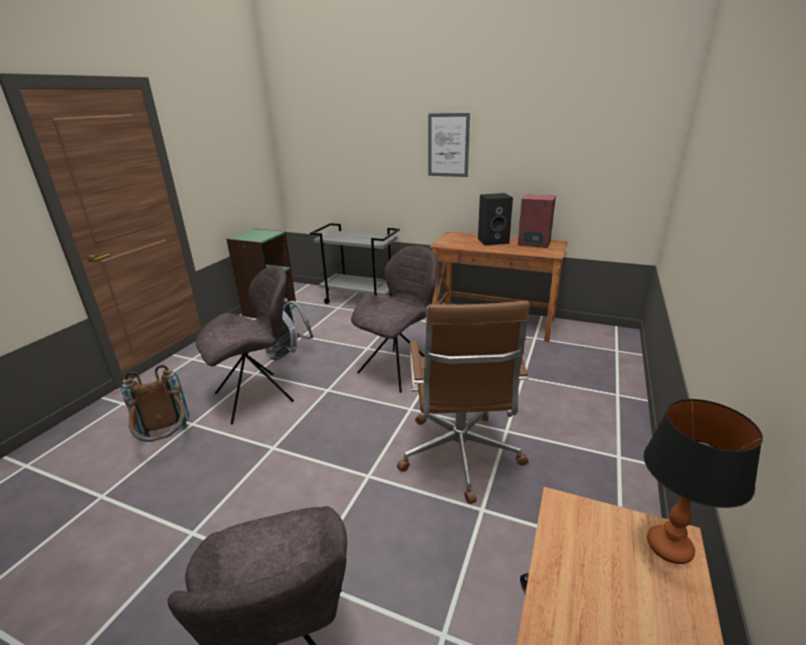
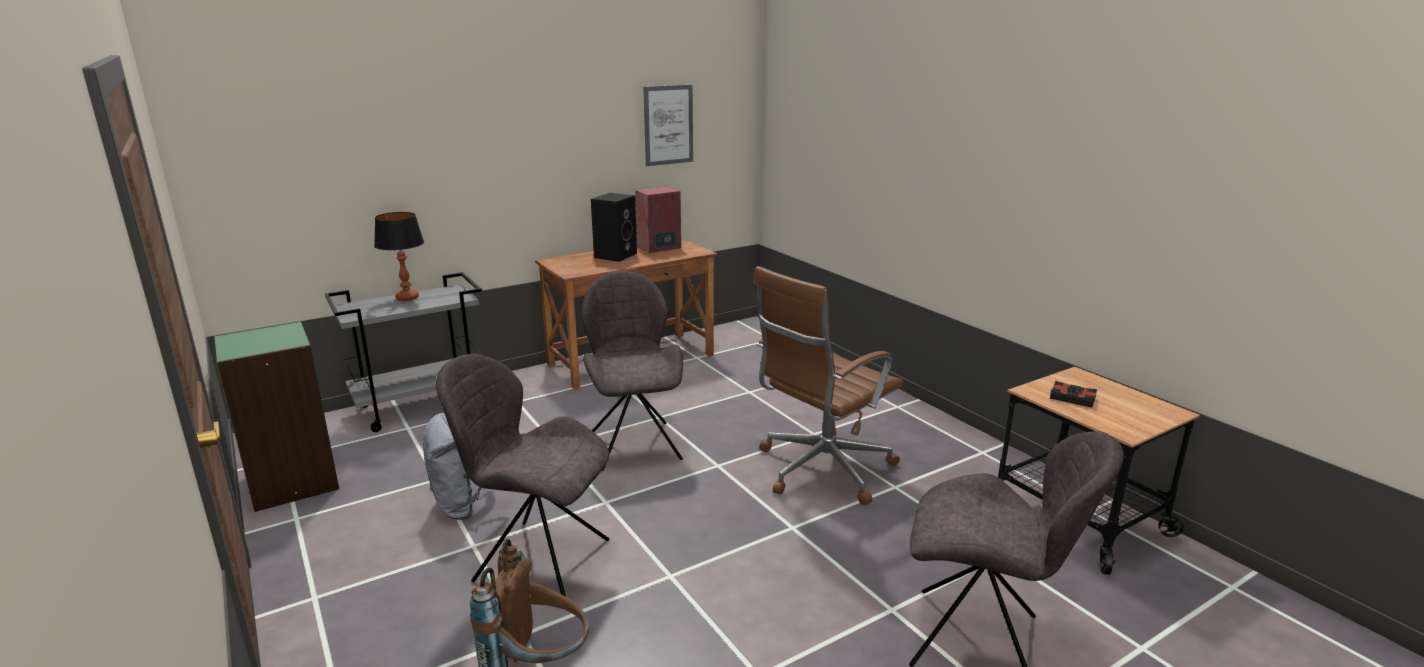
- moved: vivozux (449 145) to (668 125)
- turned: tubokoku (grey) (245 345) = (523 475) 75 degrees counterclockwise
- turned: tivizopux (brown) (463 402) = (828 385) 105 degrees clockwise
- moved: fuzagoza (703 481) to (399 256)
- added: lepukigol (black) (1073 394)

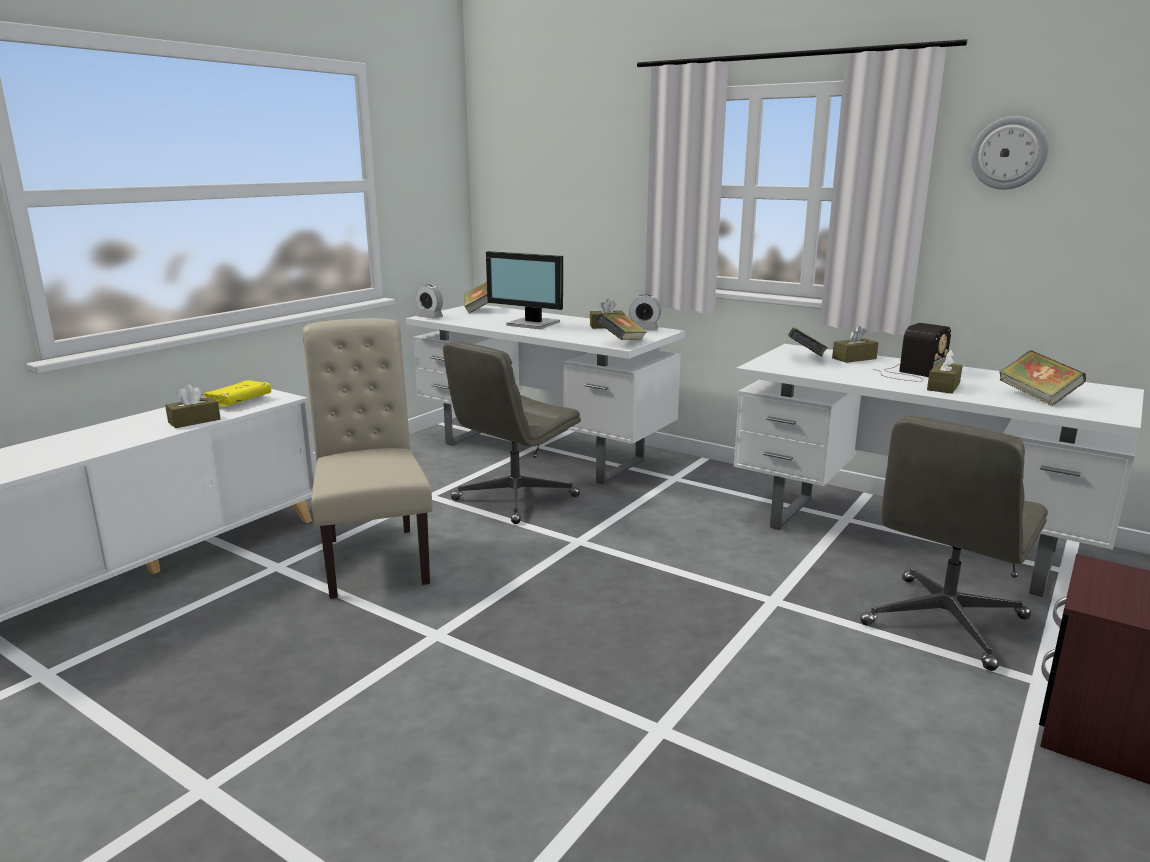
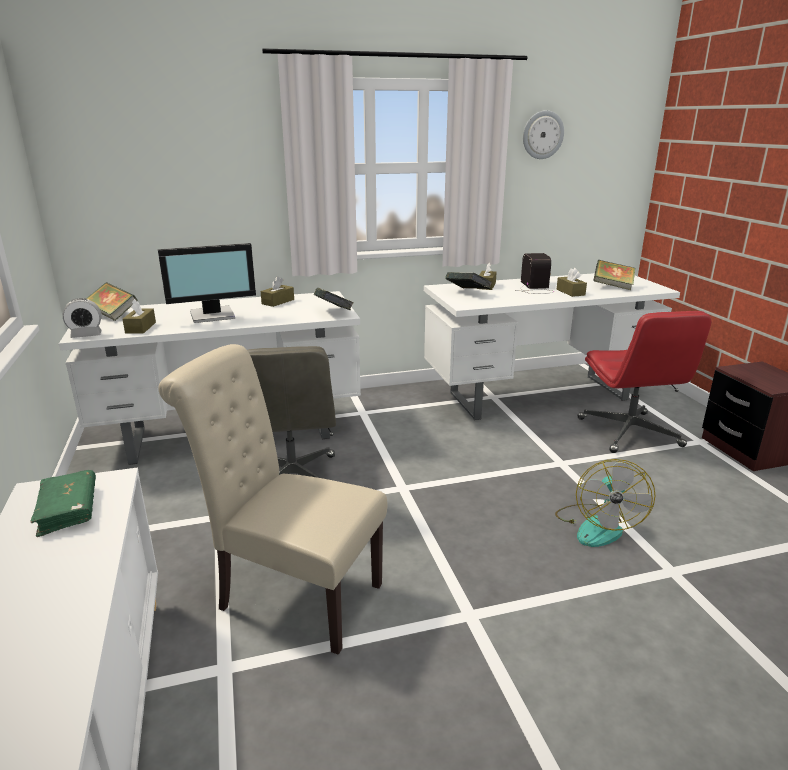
- removed: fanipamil (645 312)
- recoloured: lepukigol (yellow) (236 393) to lepukigol (green) (63 503)
- moved: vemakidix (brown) (193 406) to (139 316)
- recoloured: tivizopux (grey) (954 543) to tivizopux (red) (644 382)
- added: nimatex (605 503)

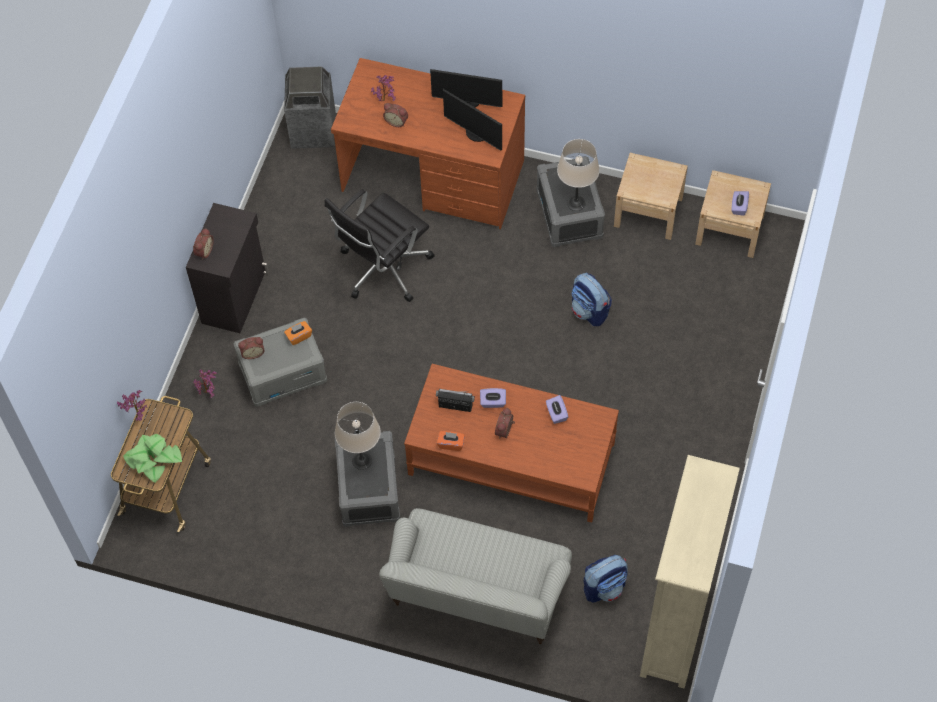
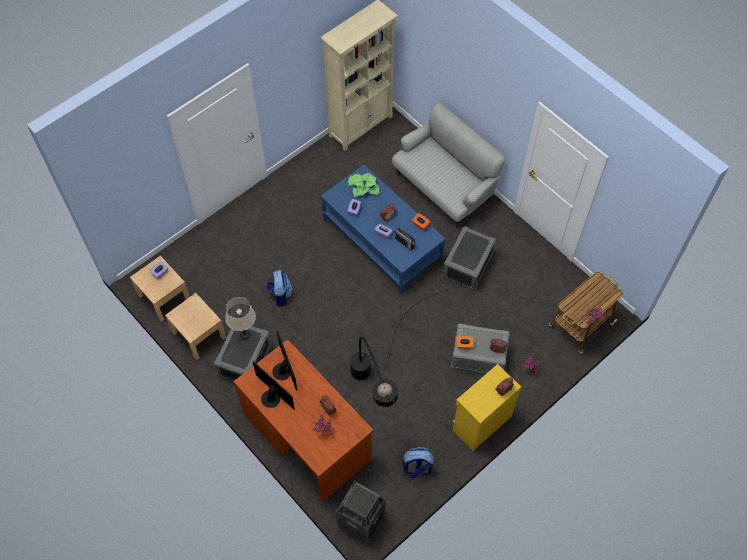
- replaced: tivizopux (black) (380 245) to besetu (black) (399 348)
- recoloured: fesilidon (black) (227 268) to fesilidon (yellow) (486 407)
- recoloured: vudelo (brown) (511 443) to vudelo (blue) (383 230)
- removed: fuzagoza (beige) (358 436)
- moved: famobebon (152 458) to (363 185)
- moved: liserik (606 578) to (418 462)

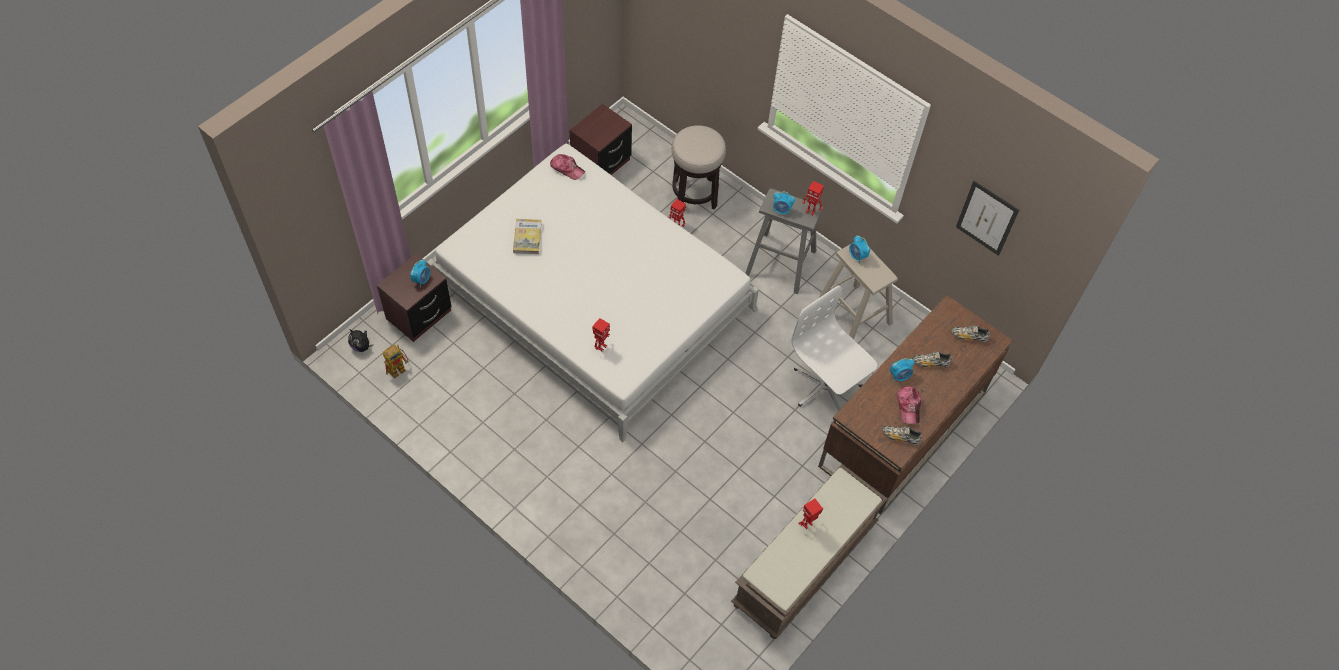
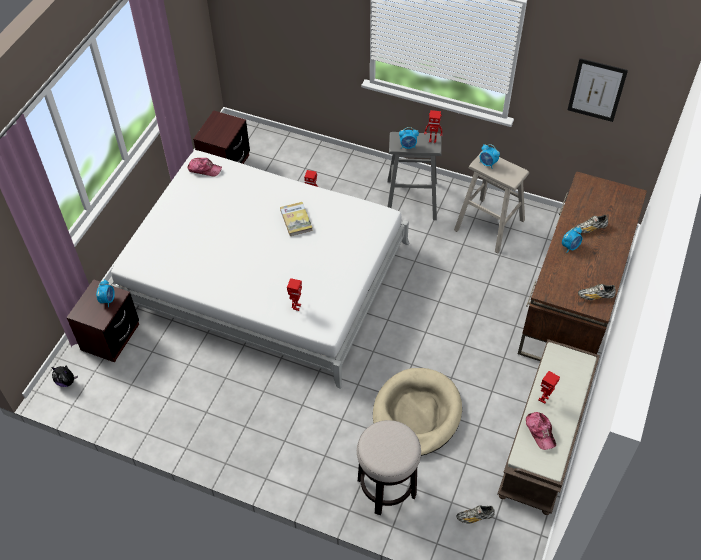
- moved: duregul (698 167) to (389 467)
- moved: lepukigol (527 236) to (296 219)
- removed: tivizopux (white) (834 348)
- moved: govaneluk (970 333) to (476 514)
- removed: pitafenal (396 362)
- moved: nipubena (909 405) to (541 431)
- added: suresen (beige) (417 412)

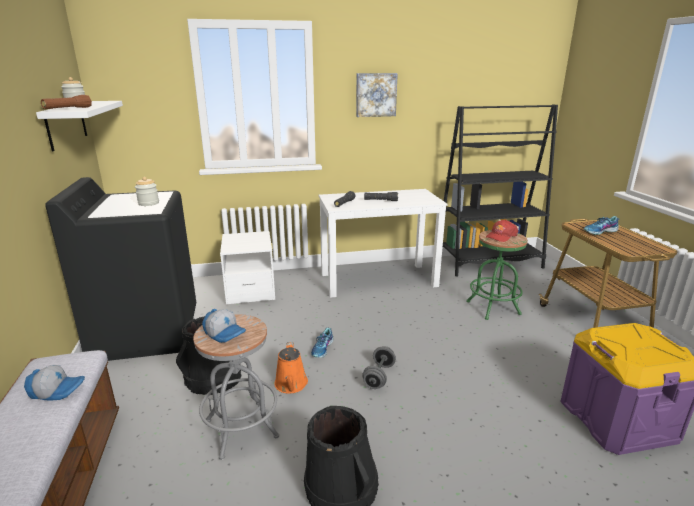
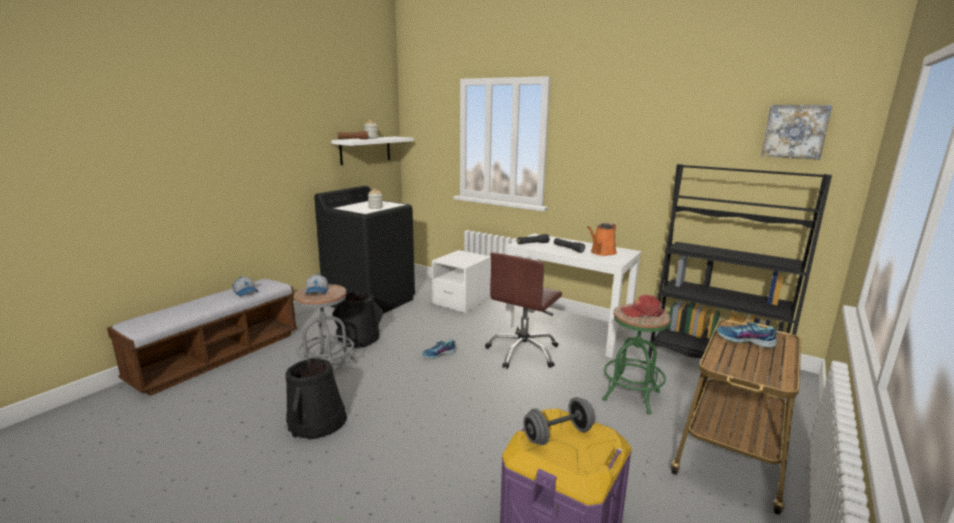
- moved: vivozux (377 95) to (796 132)
- moved: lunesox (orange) (291 367) to (602 239)
- moved: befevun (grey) (379 367) to (559 421)
- added: tivizopux (brown) (523 310)

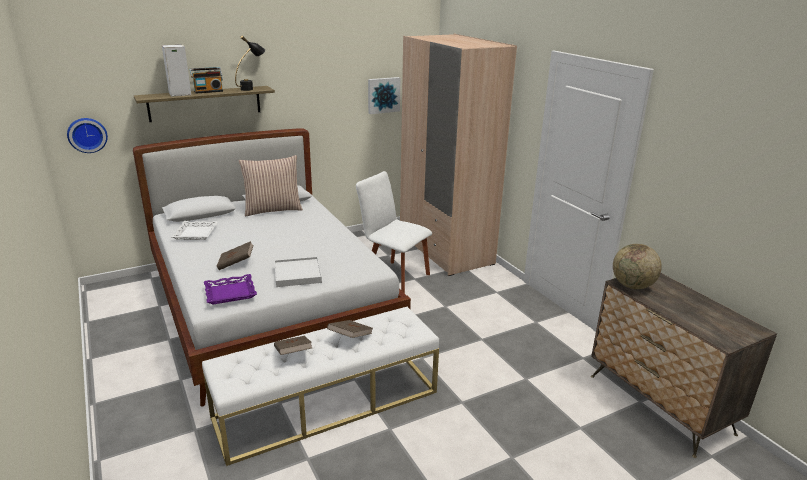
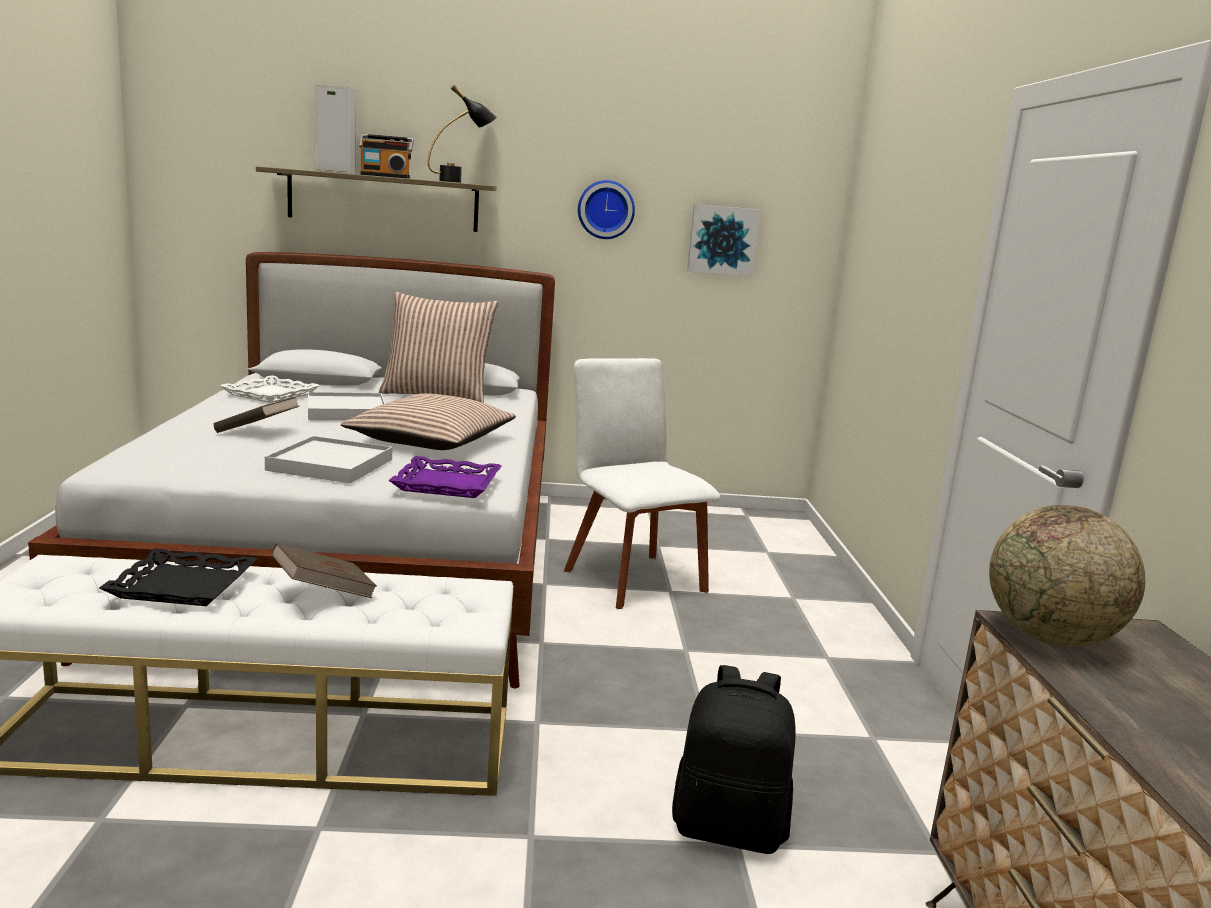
- removed: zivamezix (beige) (458 155)
- moved: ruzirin (87 135) to (606 209)
- moved: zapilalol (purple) (230 289) to (445 477)
- replaced: lepukigol (brown) (293 345) to zapilalol (black) (178 577)
- added: zapilalol (white) (346 406)
- added: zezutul (428 421)
- added: liserik (black) (734 759)

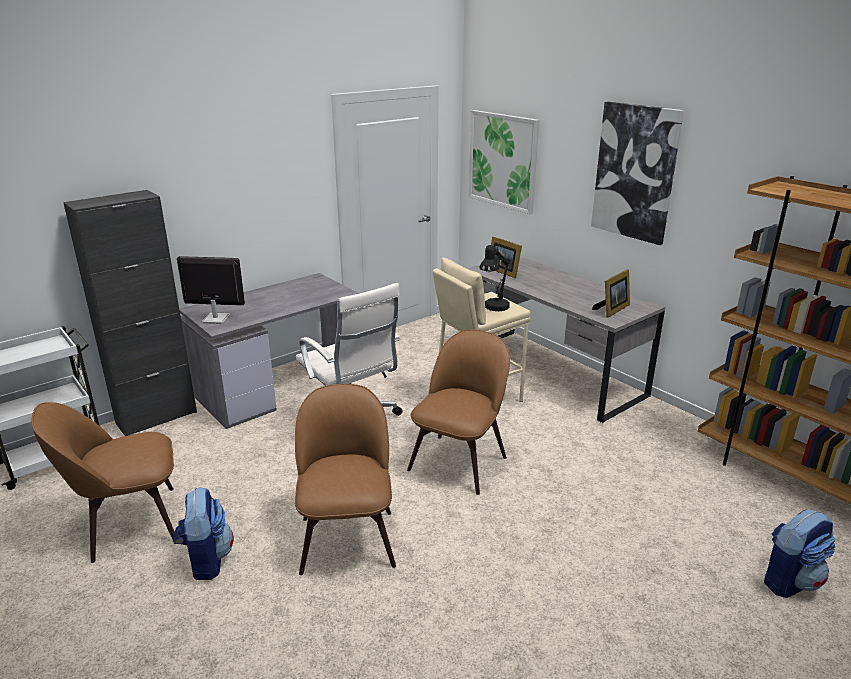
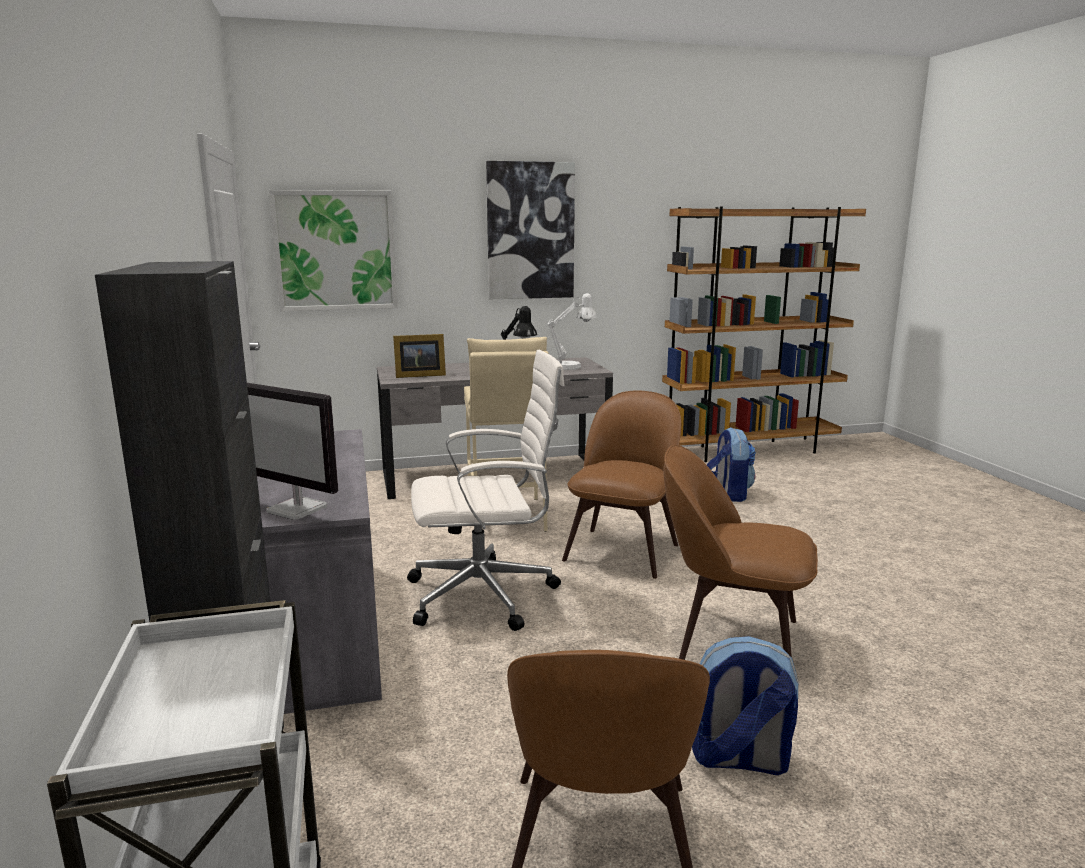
- turned: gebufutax (211 290) = (292 451) 90 degrees counterclockwise
- replaced: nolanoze (611 293) to fuzagoza (white) (572 331)
- turned: tubokoku (brown) (458 412) = (621 485) 60 degrees clockwise
- moved: liserik (799 553) to (731 464)

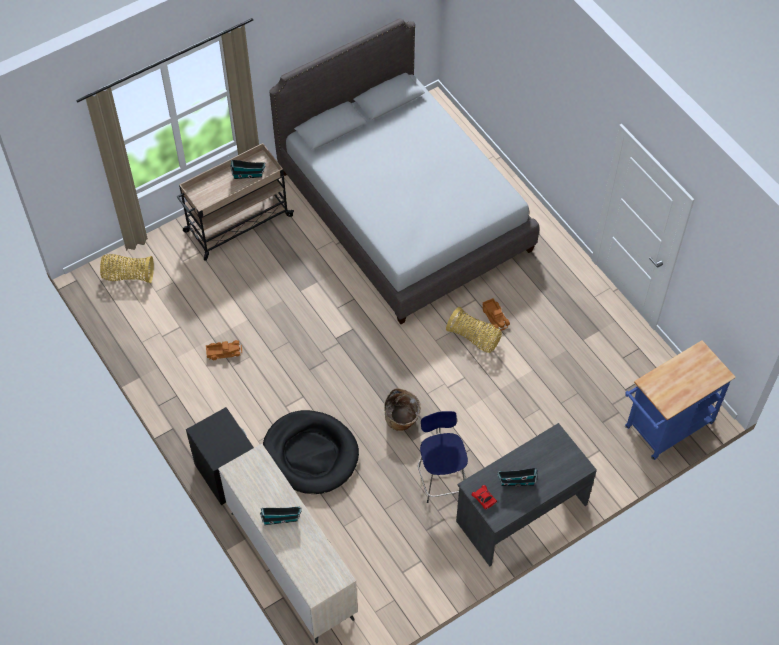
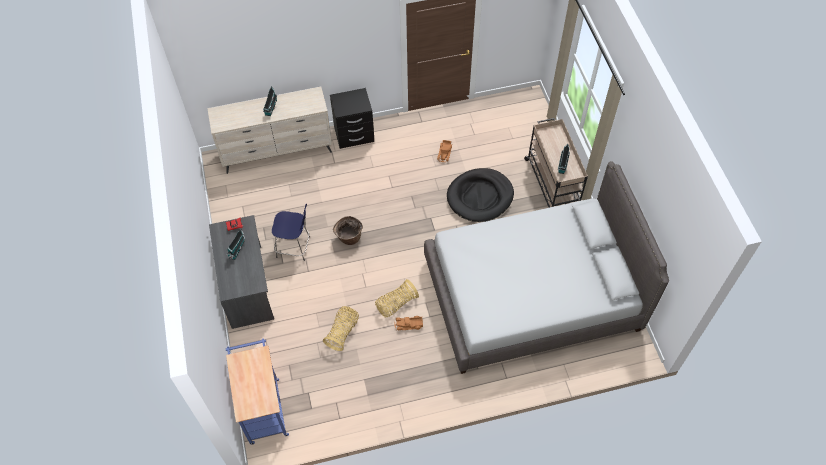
- moved: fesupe (127 268) to (341 328)
- moved: suresen (black) (311 452) to (480 195)

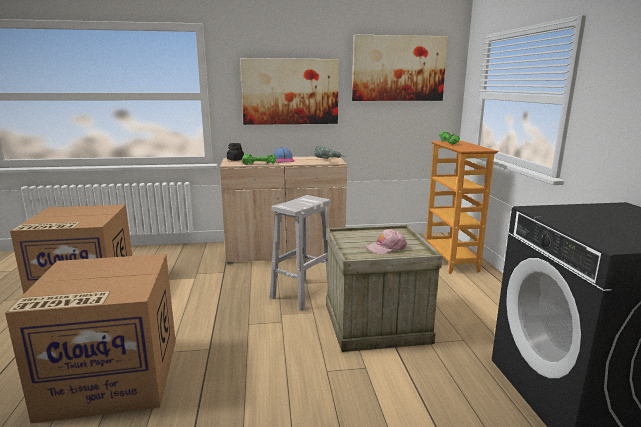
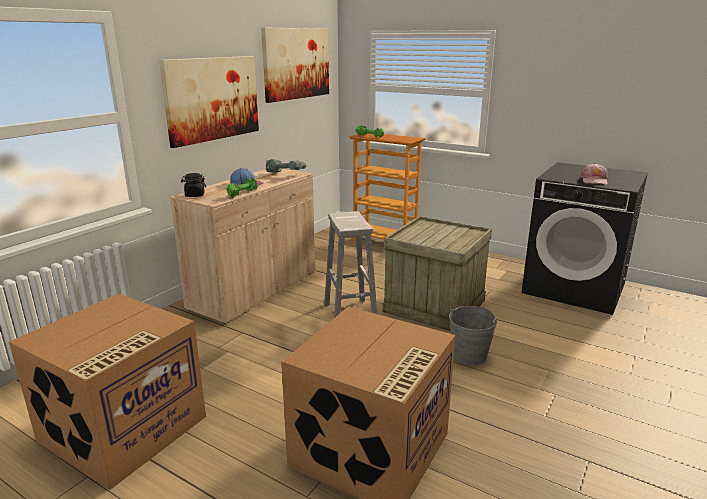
- moved: nipubena (pink) (386 241) to (594 174)
- added: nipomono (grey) (473 335)

